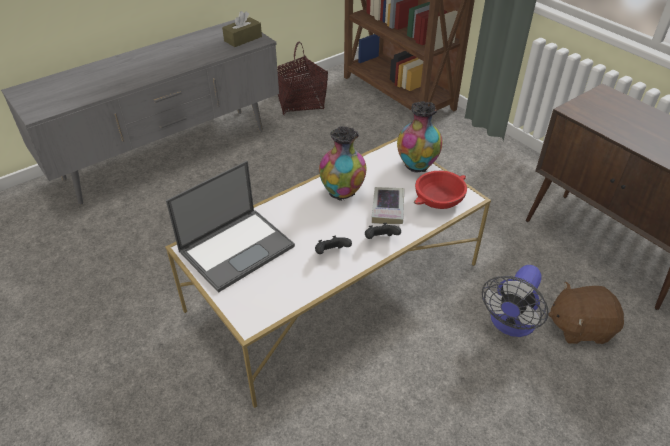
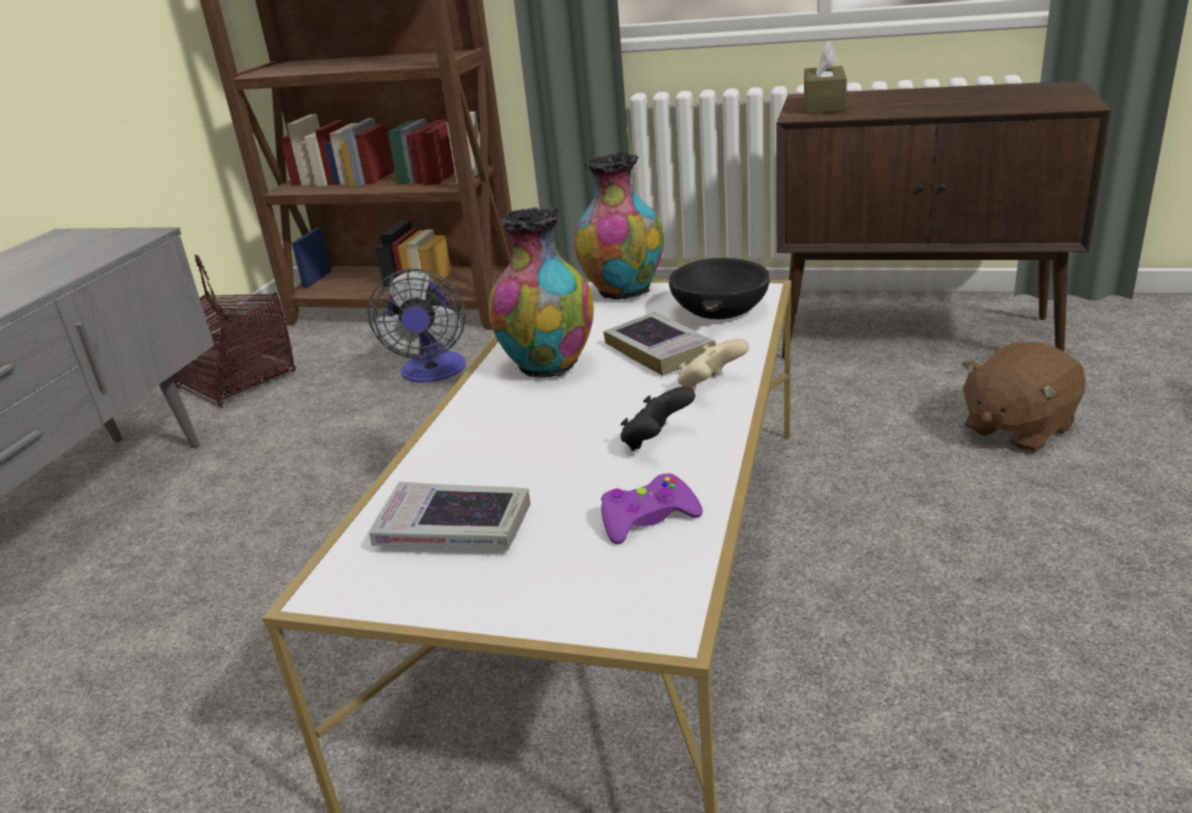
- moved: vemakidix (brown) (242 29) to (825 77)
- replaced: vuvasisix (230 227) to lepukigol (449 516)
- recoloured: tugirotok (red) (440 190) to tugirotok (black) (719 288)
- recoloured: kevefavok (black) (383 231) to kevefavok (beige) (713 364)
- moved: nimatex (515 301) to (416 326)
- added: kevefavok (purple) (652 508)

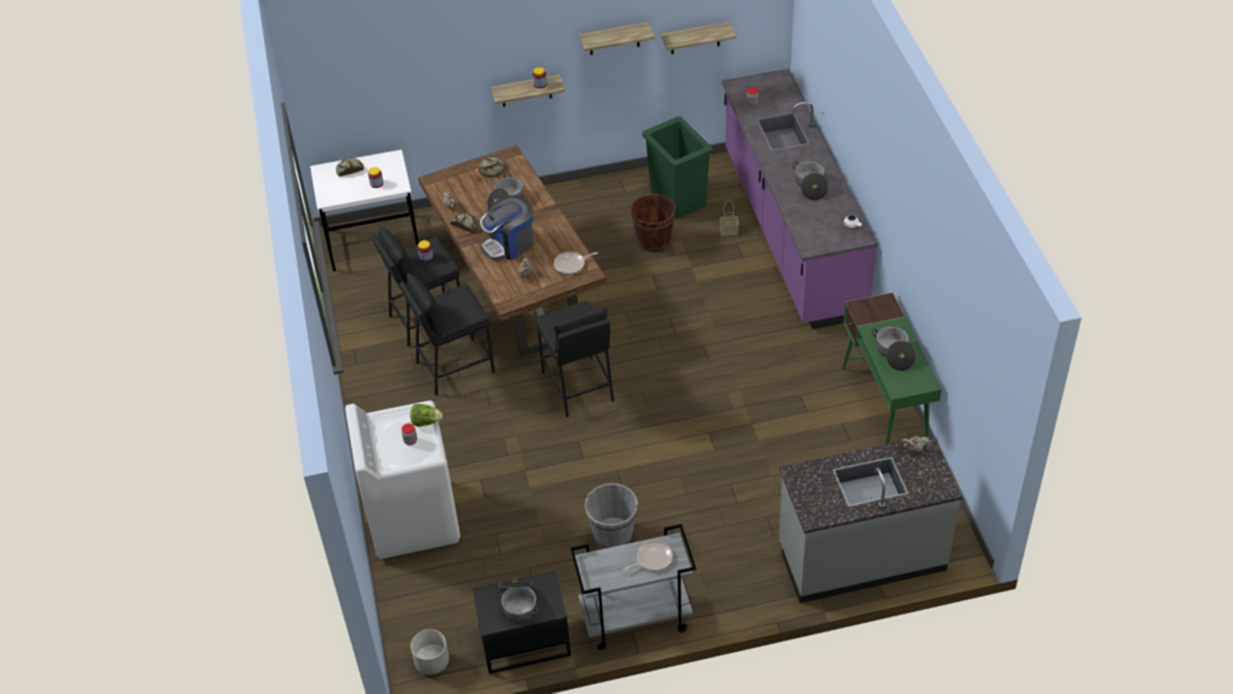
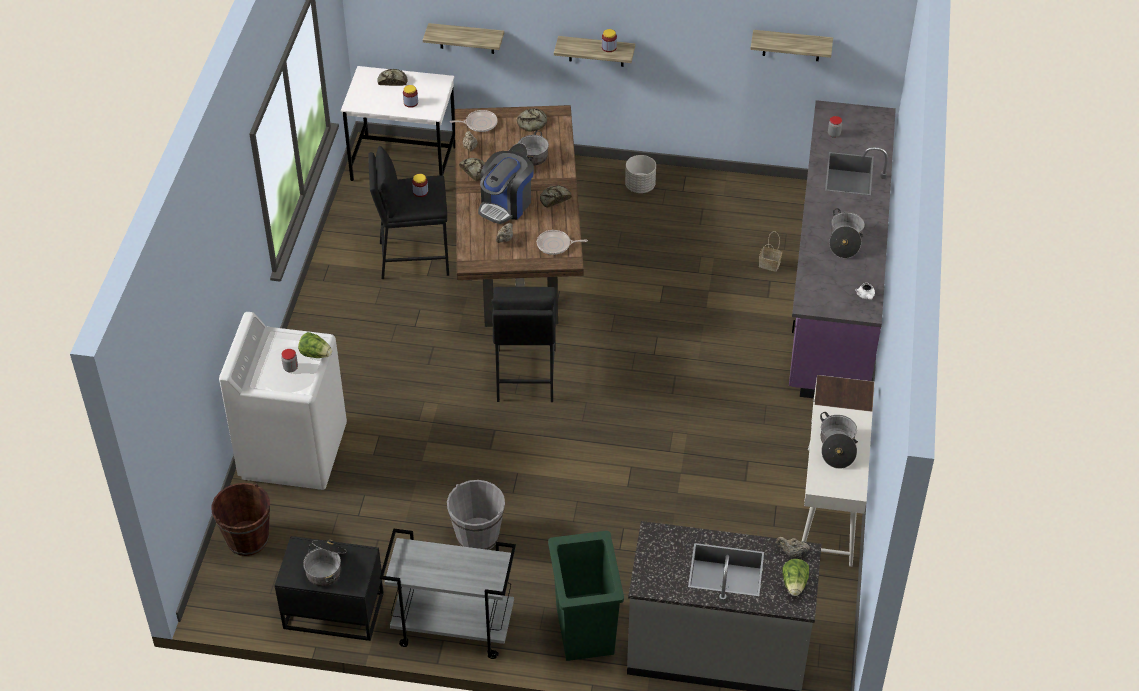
- moved: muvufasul (617 38) to (463 38)
- moved: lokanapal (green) (677 167) to (586 596)
- moved: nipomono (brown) (653 222) to (240 519)
- turned: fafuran (507 227) = (506 187) 45 degrees counterclockwise
- removed: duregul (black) (447 334)
- recoloured: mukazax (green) (892 368) to mukazax (white) (838 471)
- moved: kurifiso (648 556) to (473 121)
- moved: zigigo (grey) (430 651) to (640 174)
- added: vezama (556 196)
- added: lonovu (795 577)

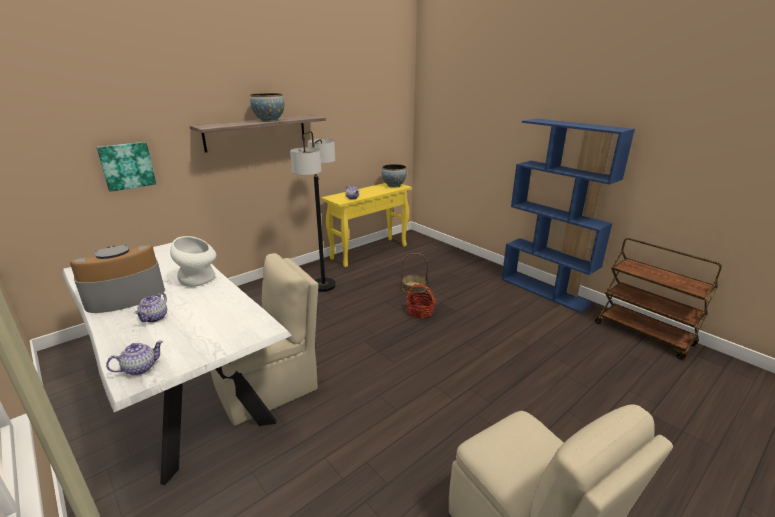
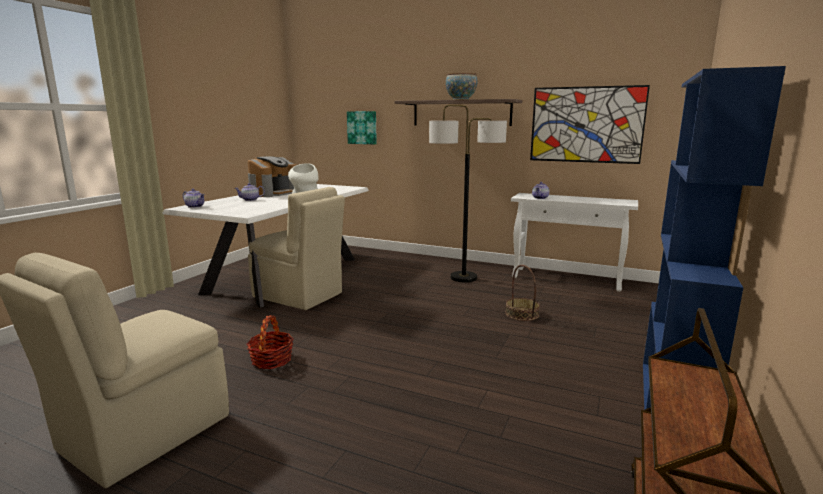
- removed: tugirotok (394 176)
- recoloured: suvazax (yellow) (366 225) to suvazax (white) (574 242)
- turned: fafuran (117 278) = (272 176) 90 degrees clockwise
- moved: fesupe (421 301) to (270 342)
- added: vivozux (590 124)

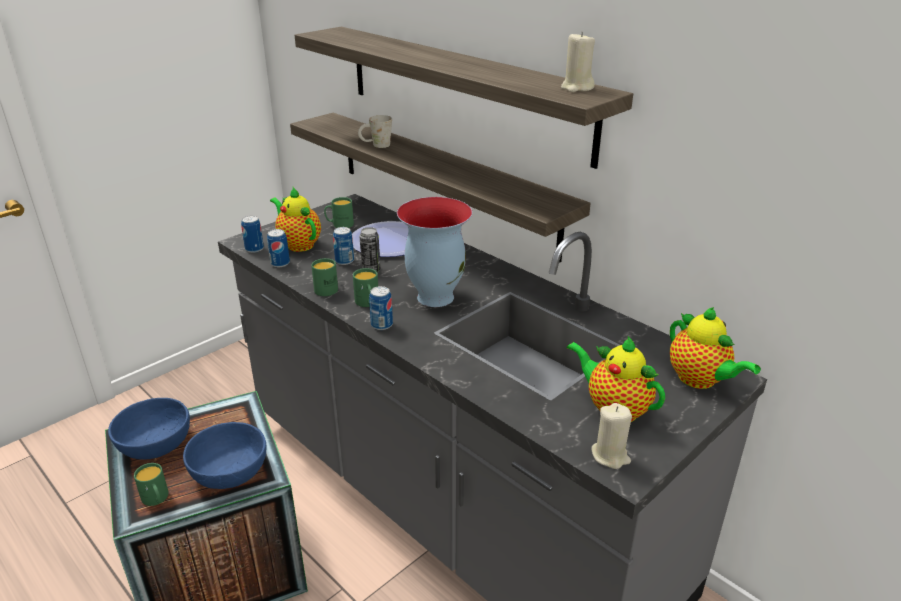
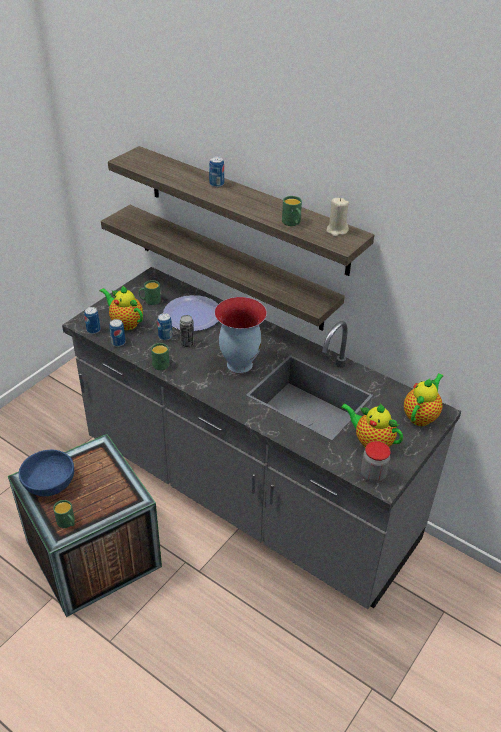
- removed: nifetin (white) (375 131)
- moved: nifetin (green) (365 287) to (292 211)
- moved: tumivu (381 308) to (216 171)
- turned: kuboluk (715 348) = (424 399) 105 degrees counterclockwise
- replaced: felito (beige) (611 436) to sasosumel (376 462)
- removed: tugirotok (blue) (225 455)

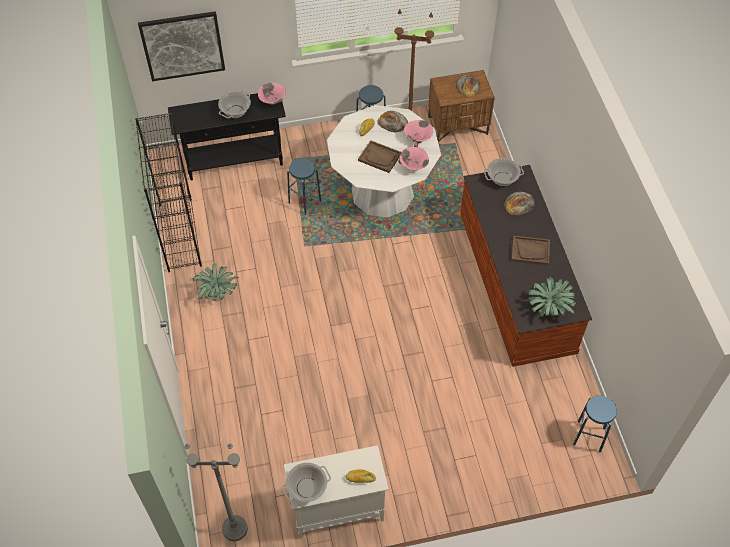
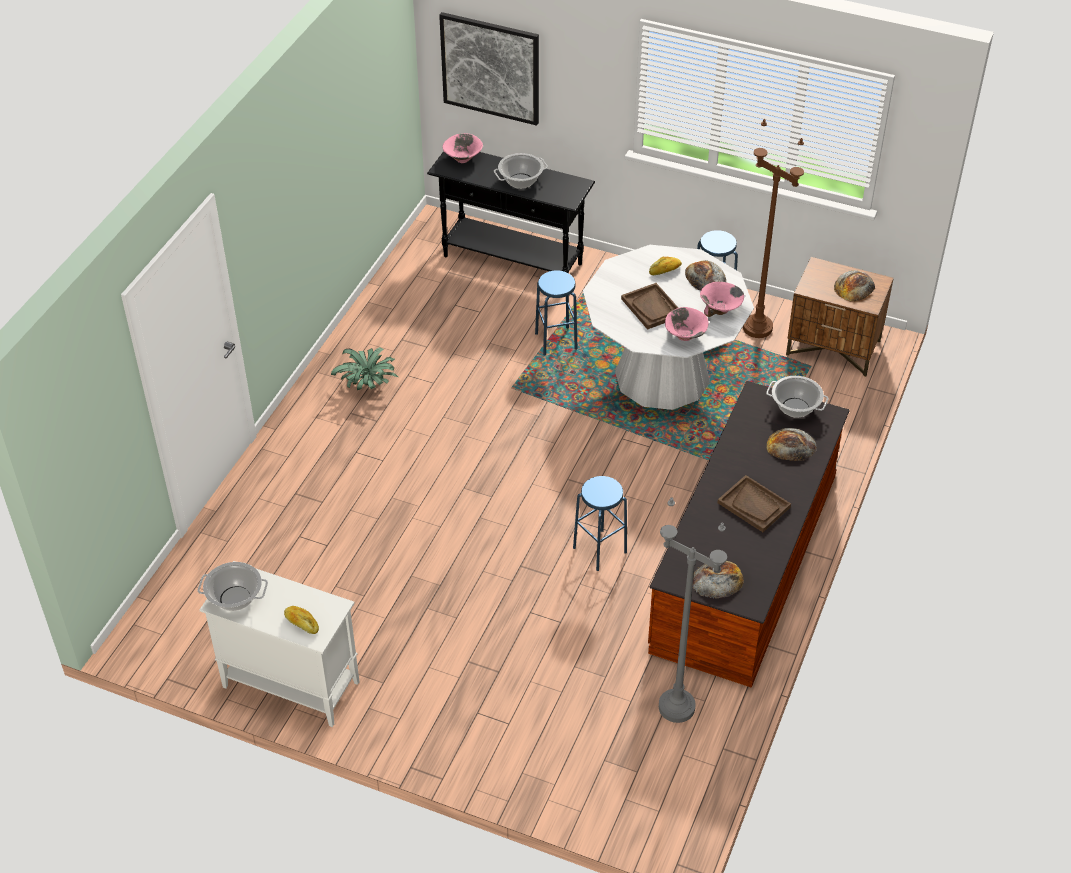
- moved: tugirotok (pink) (272 93) to (463 148)
- removed: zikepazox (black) (168 192)
- replaced: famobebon (552 297) to vezama (718 579)
- moved: duregul (blue) (595 423) to (600 523)
- moved: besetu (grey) (216 492) to (693 610)

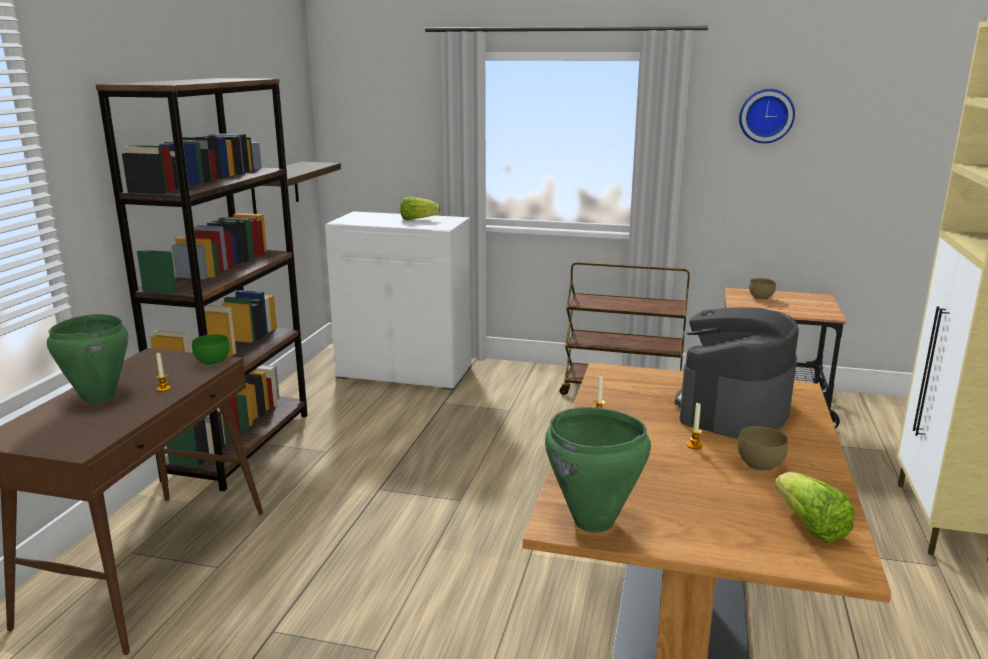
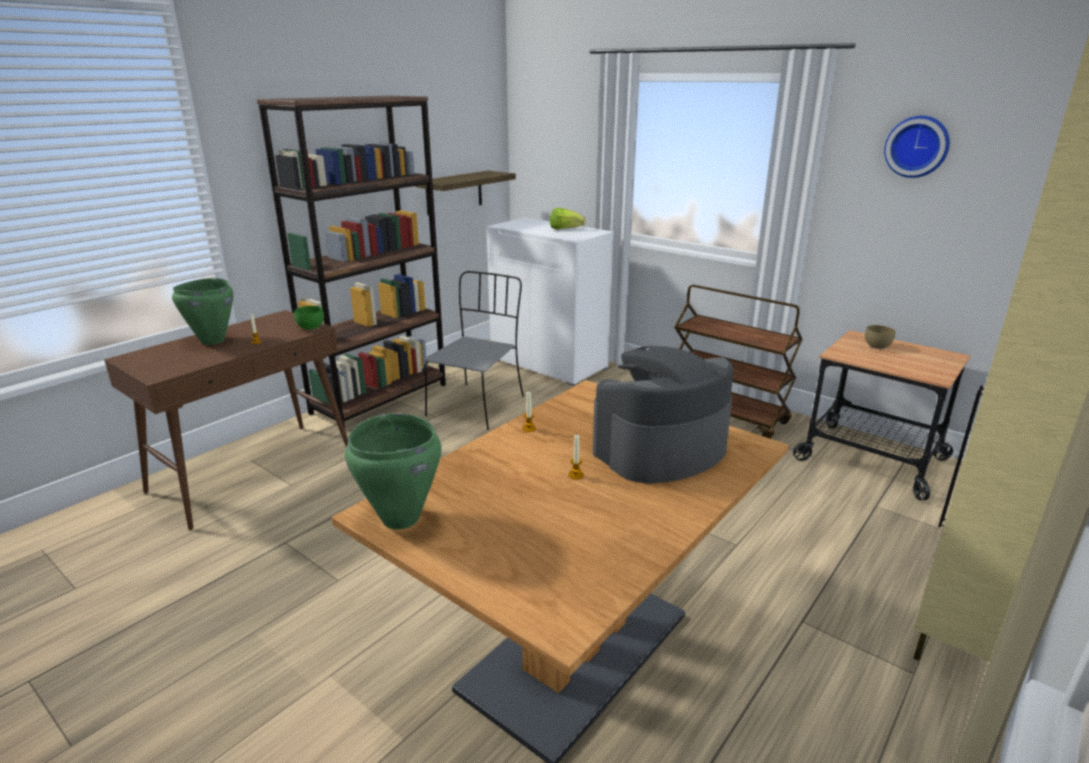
- removed: tugirotok (brown) (763 448)
- removed: lonovu (815 507)
- added: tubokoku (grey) (473 350)

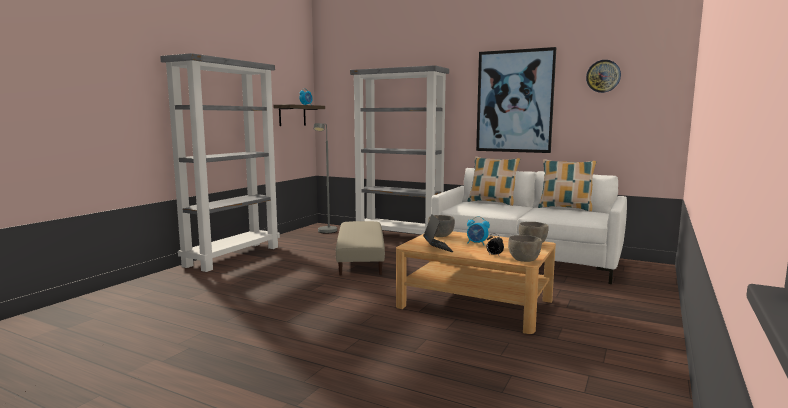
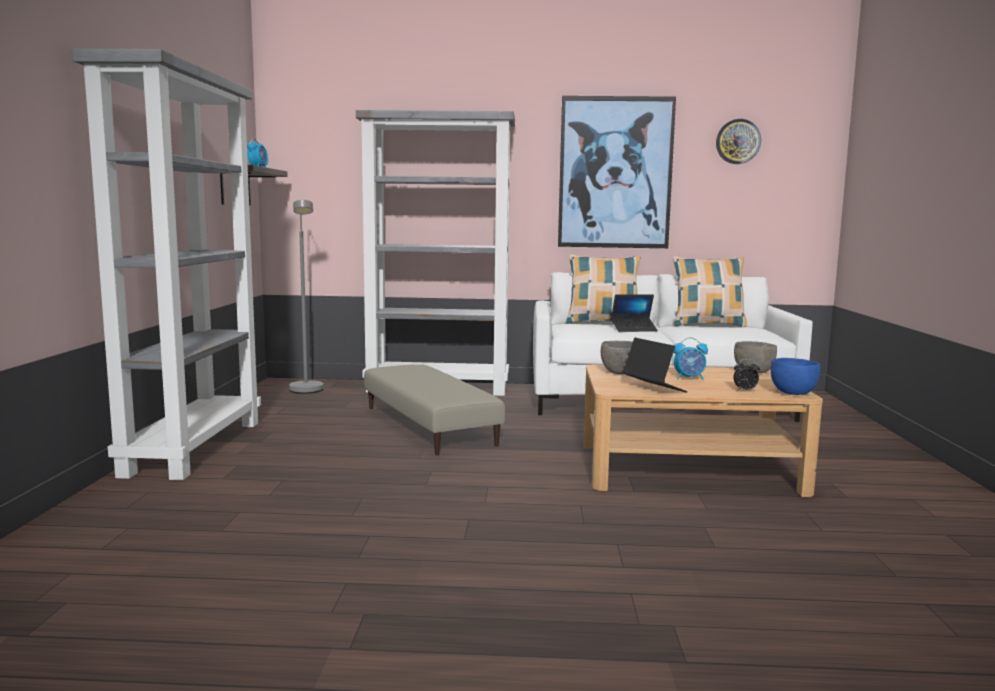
- recoloured: tugirotok (grey) (525 248) to tugirotok (blue) (796 376)
- added: vuvasisix (634 313)

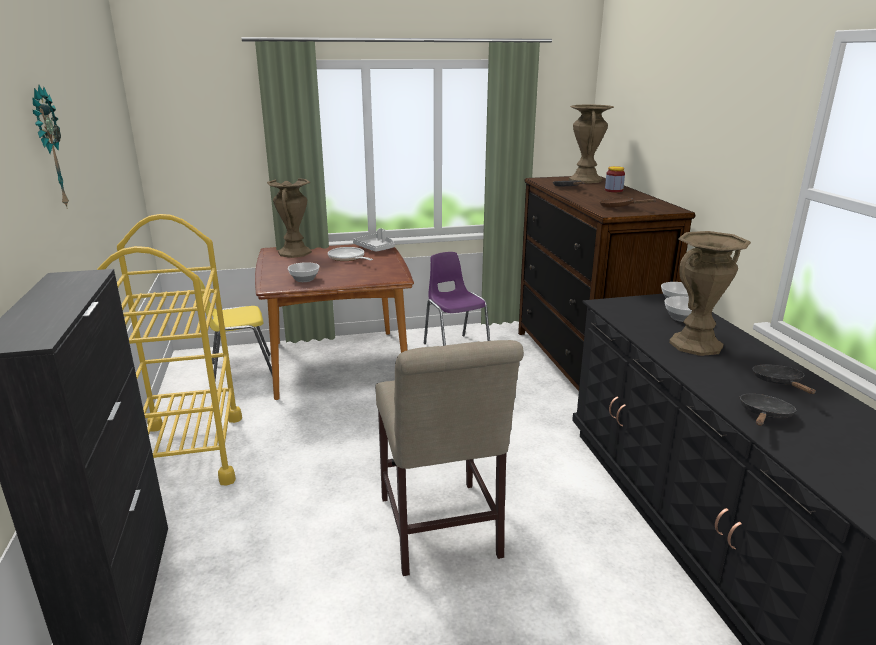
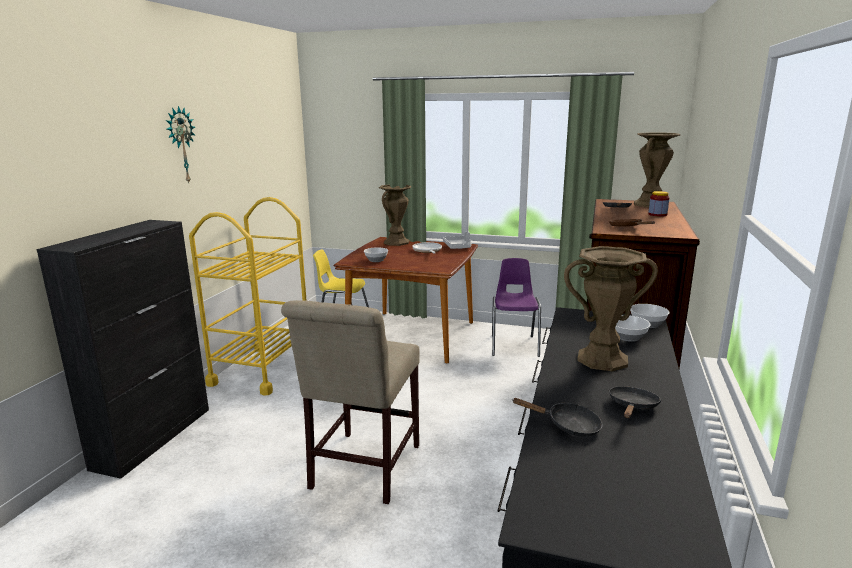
- turned: kurifiso (black) (768 410) = (557 417) 45 degrees clockwise

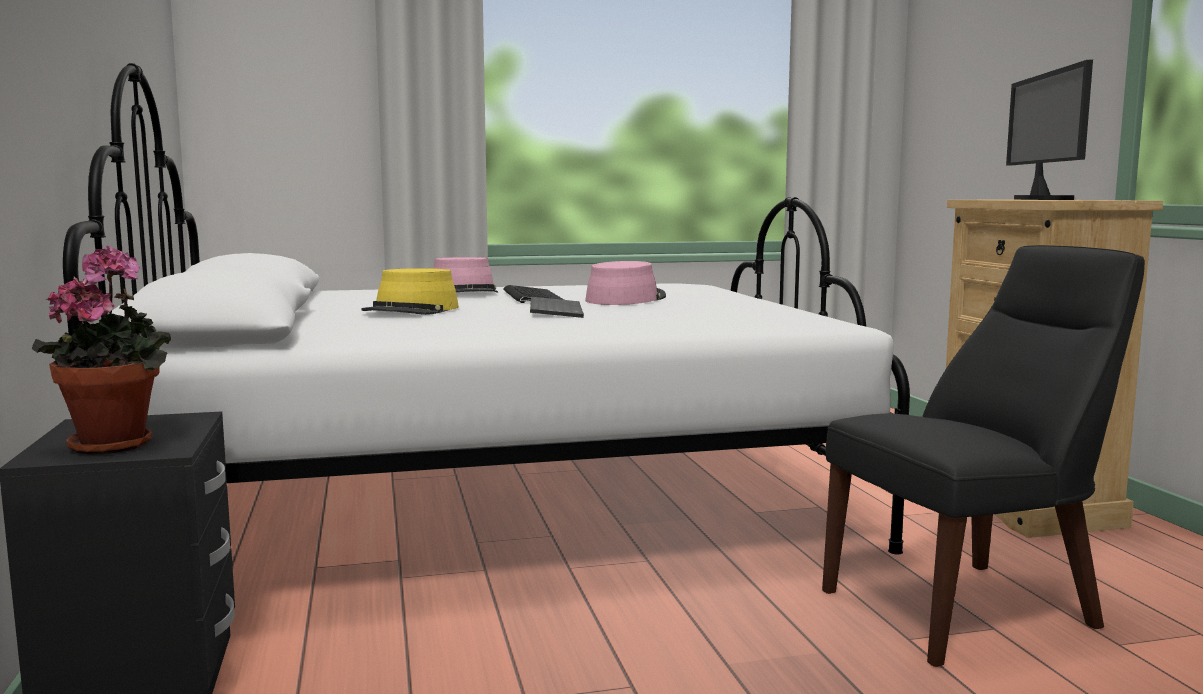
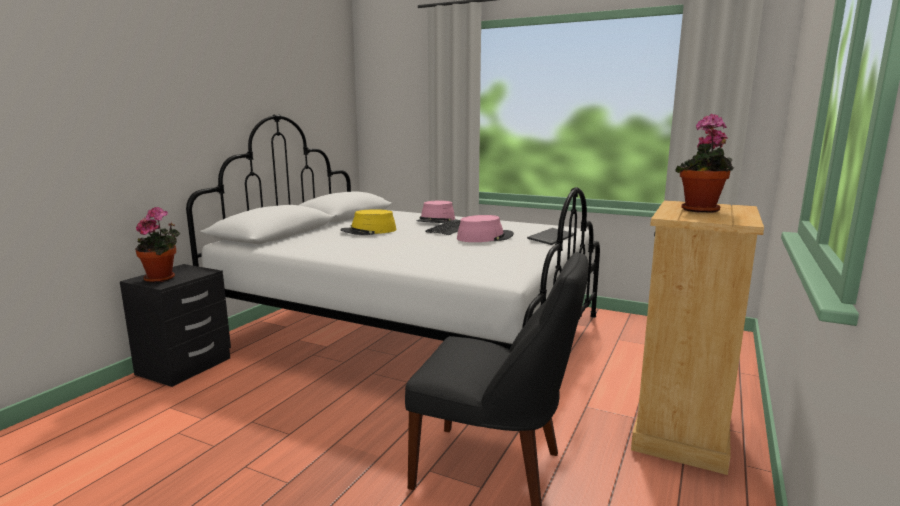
- replaced: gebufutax (1049 130) to famobebon (704 163)
- moved: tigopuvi (557 307) to (550 236)

